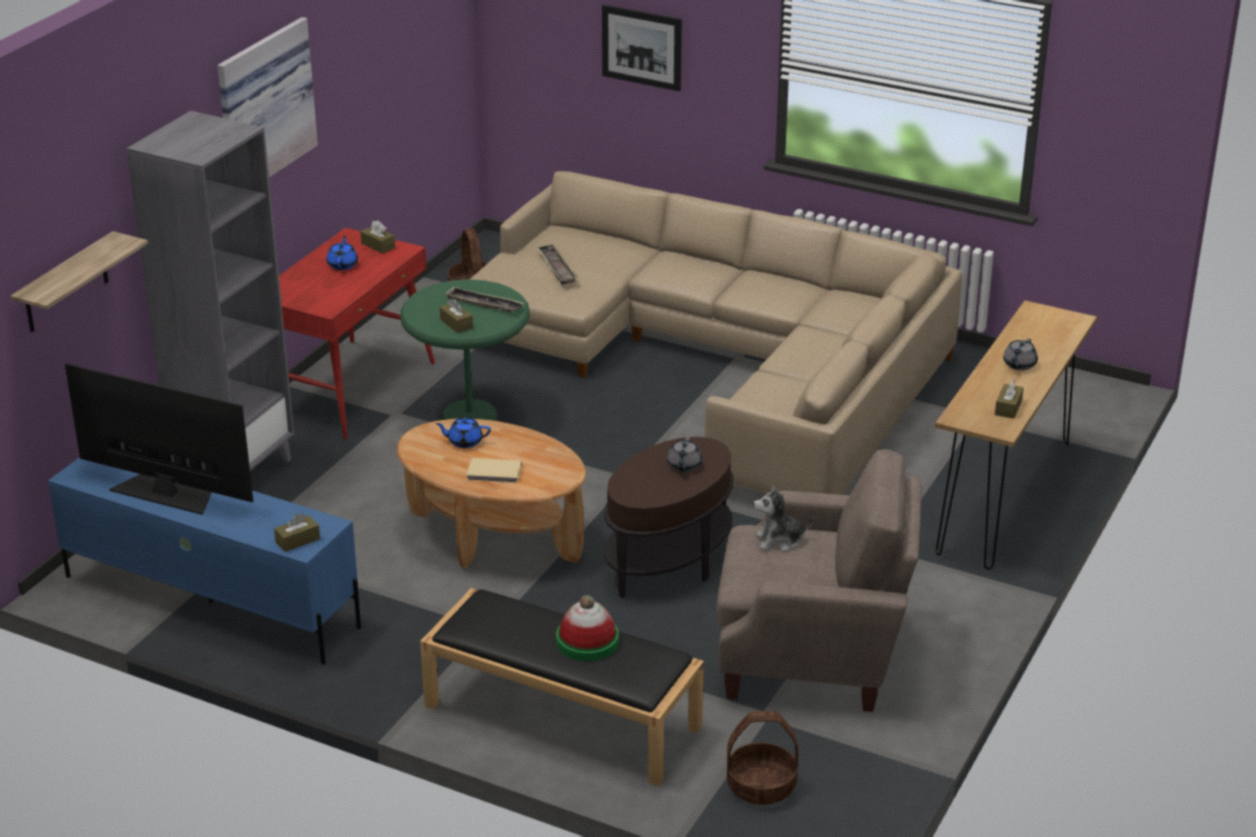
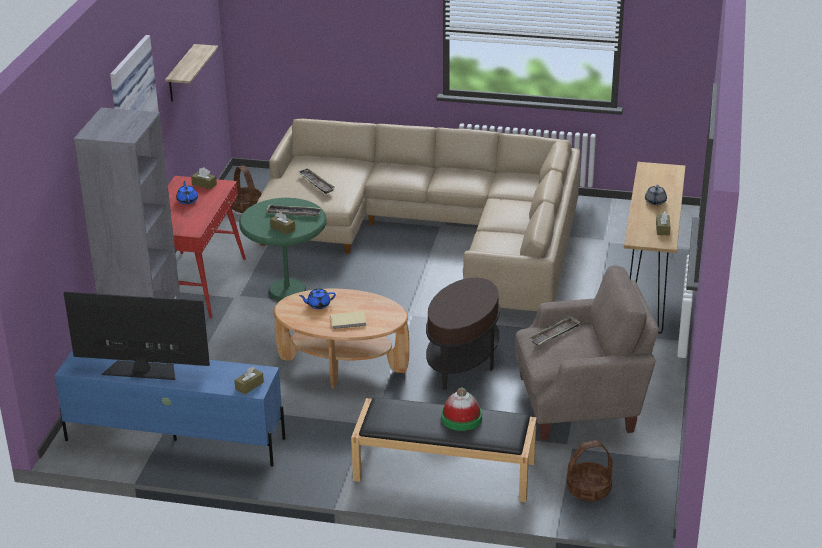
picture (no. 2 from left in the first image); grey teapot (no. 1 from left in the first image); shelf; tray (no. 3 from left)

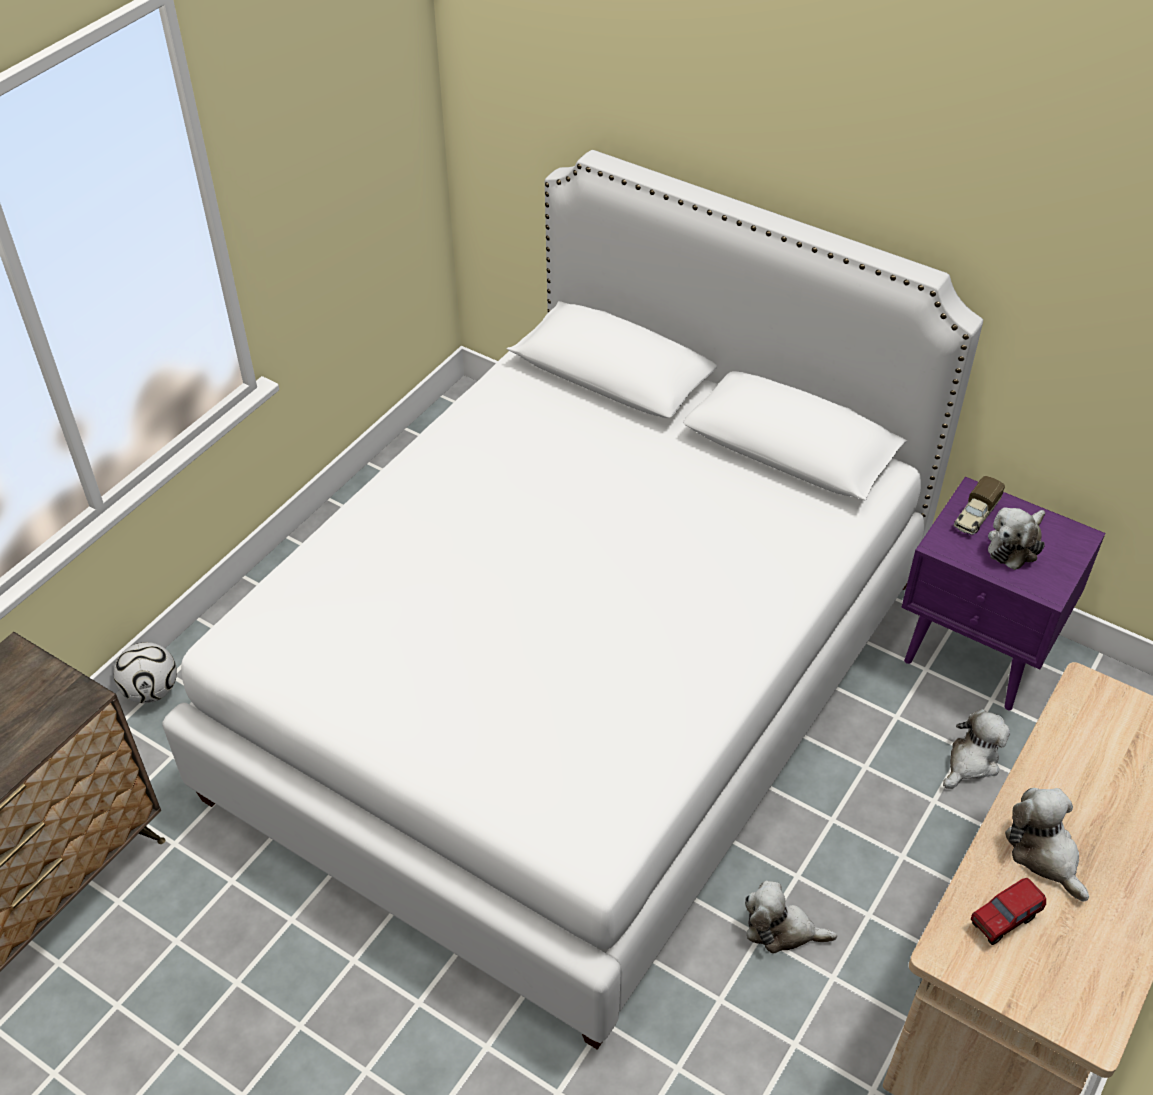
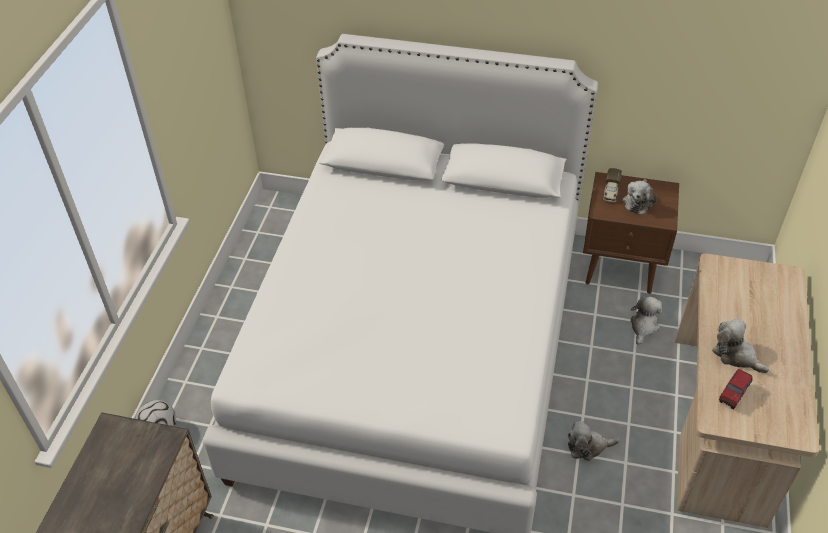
brown nightstand

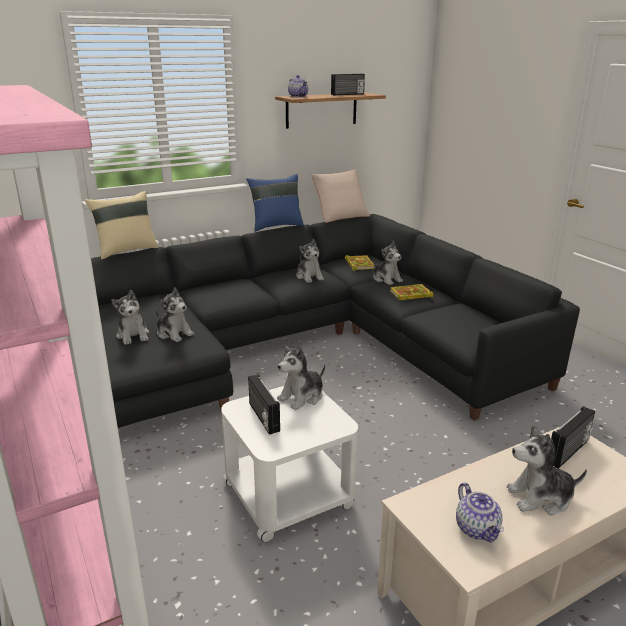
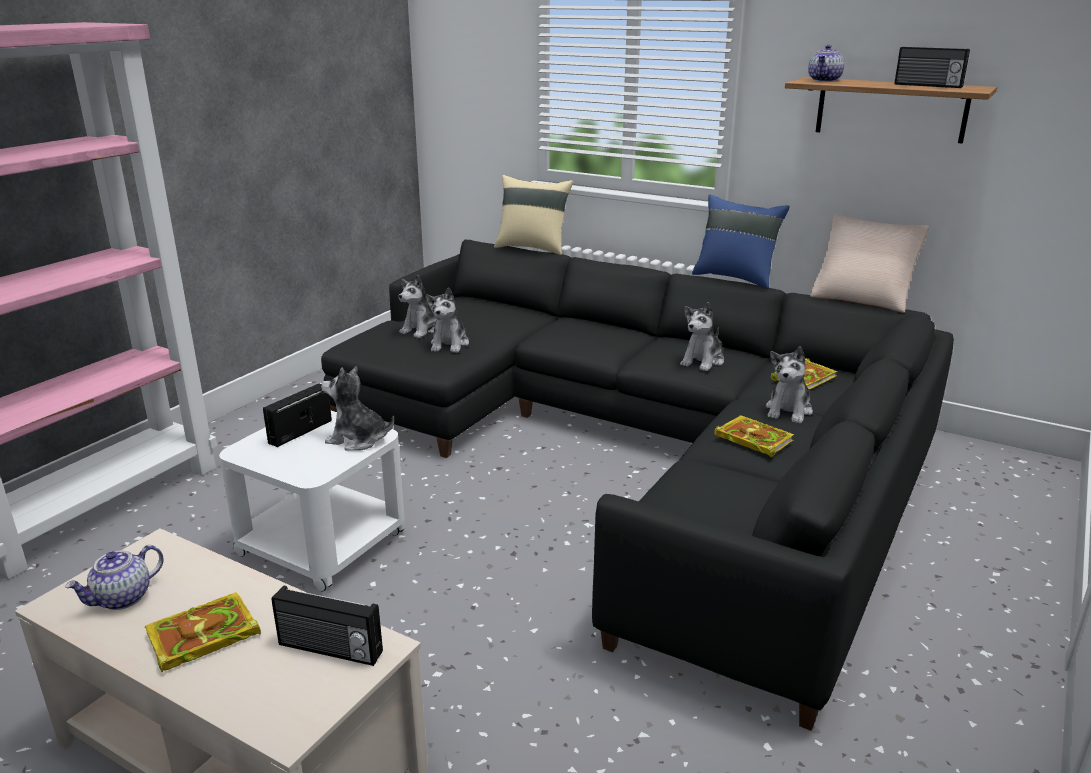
book (no. 1 from left)

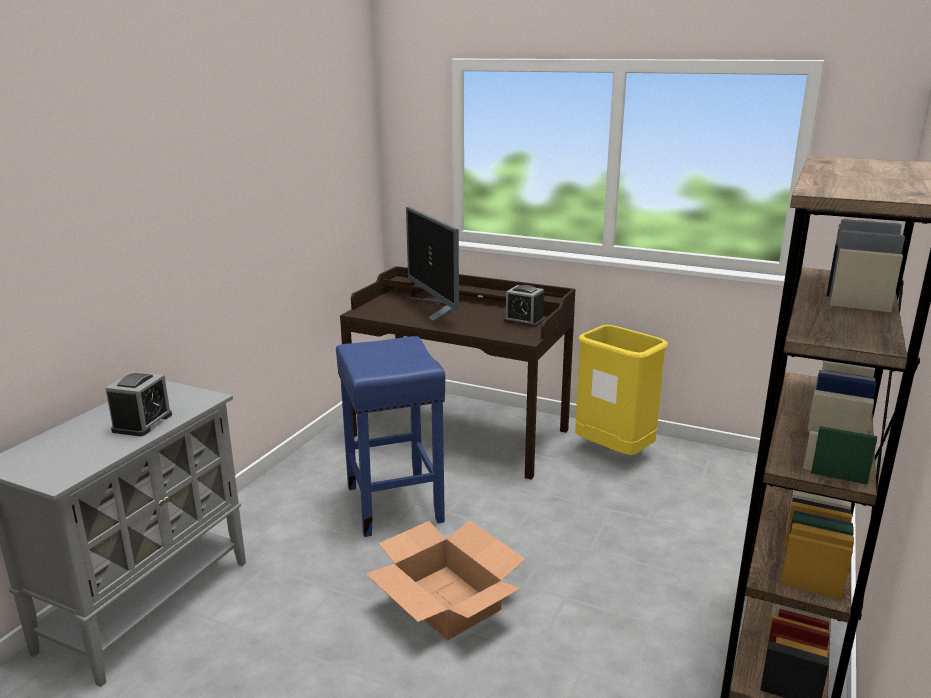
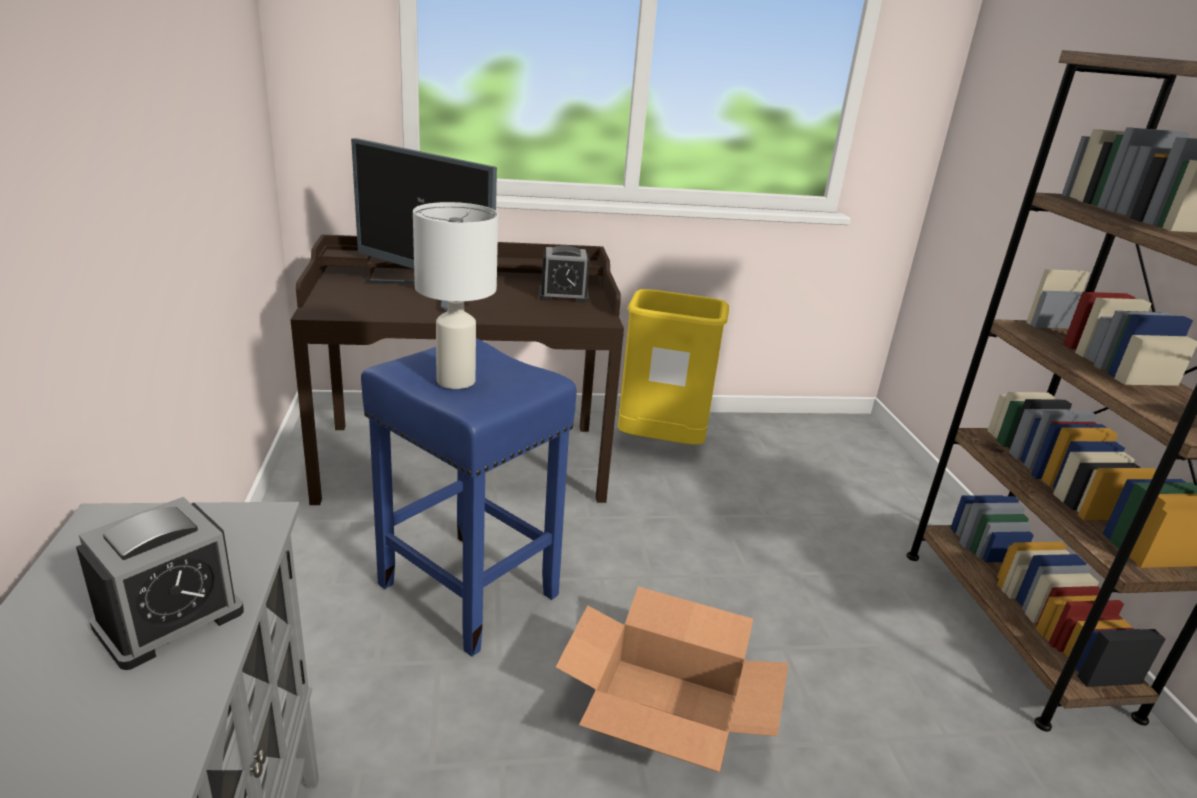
white table lamp; alarm clock (no. 1 from left)

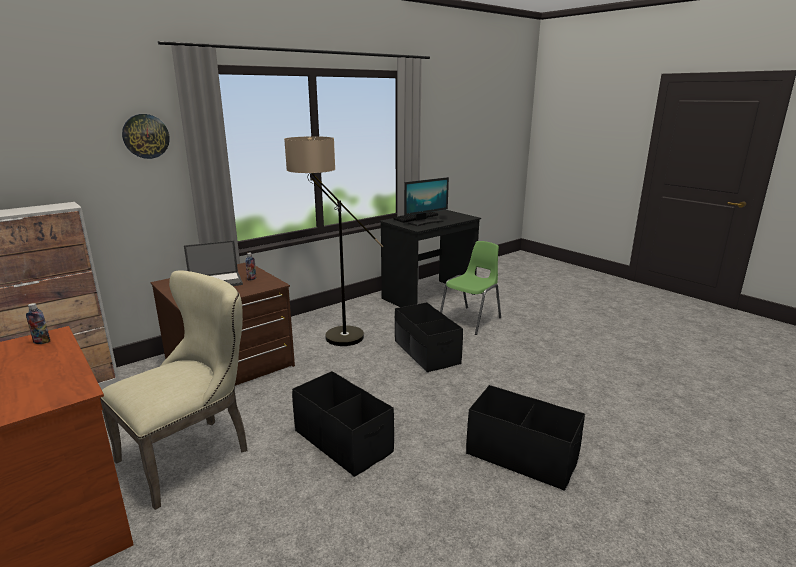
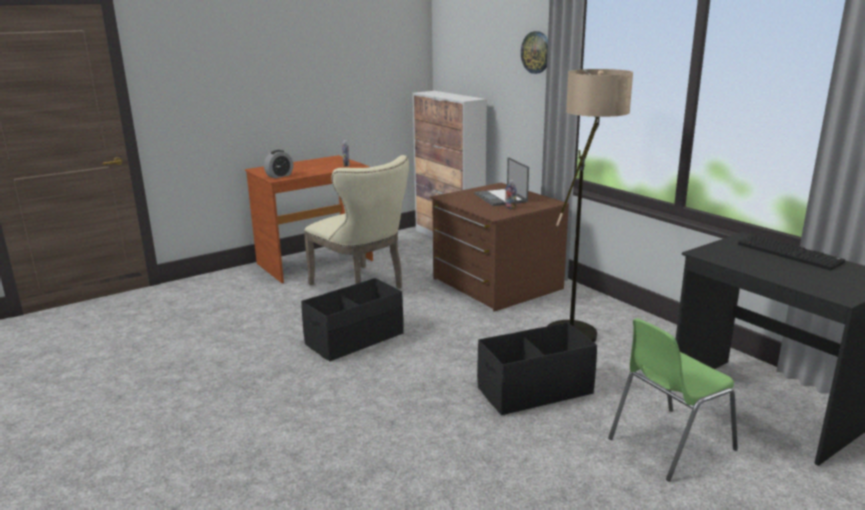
monitor; black storage box (no. 3 from left in the first image); alarm clock; green chair

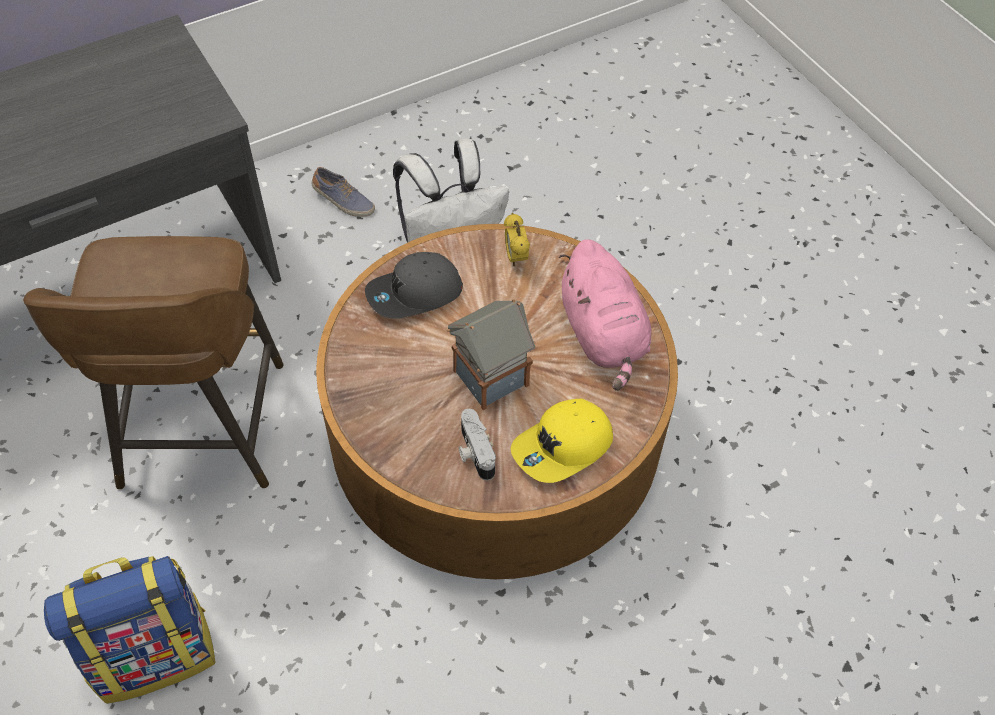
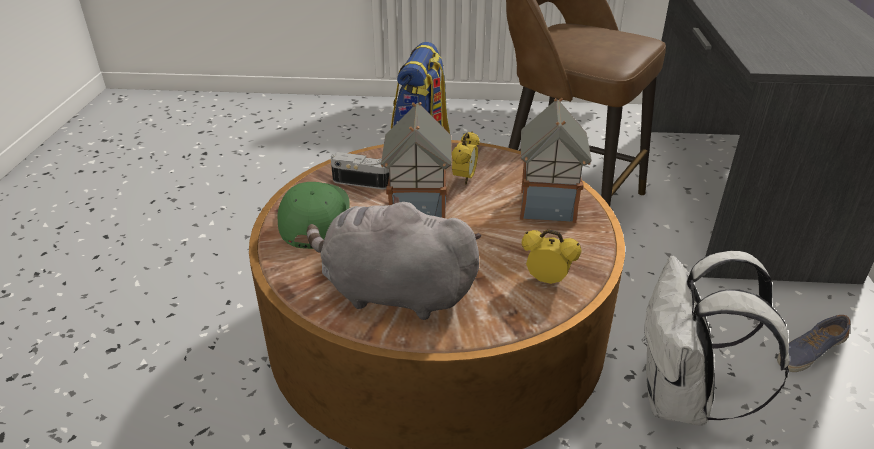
alarm clock (no. 1 from left); toy house (no. 2 from left); green cap; grey plush toy

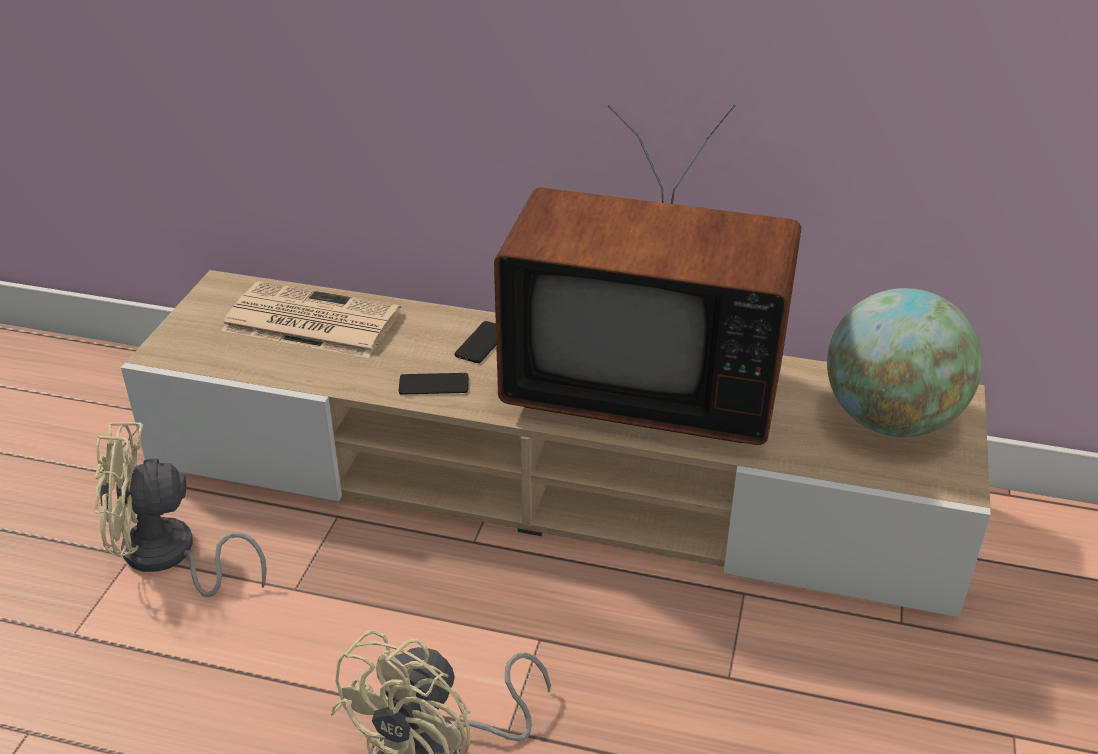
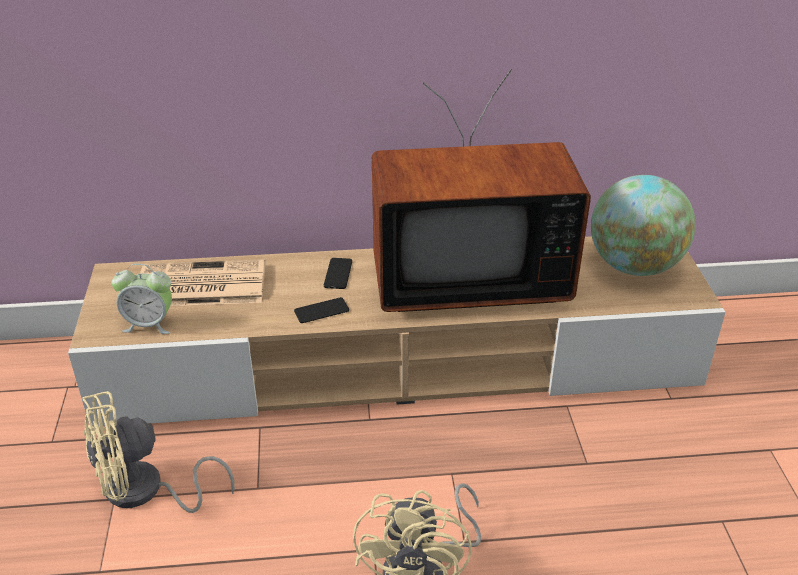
alarm clock

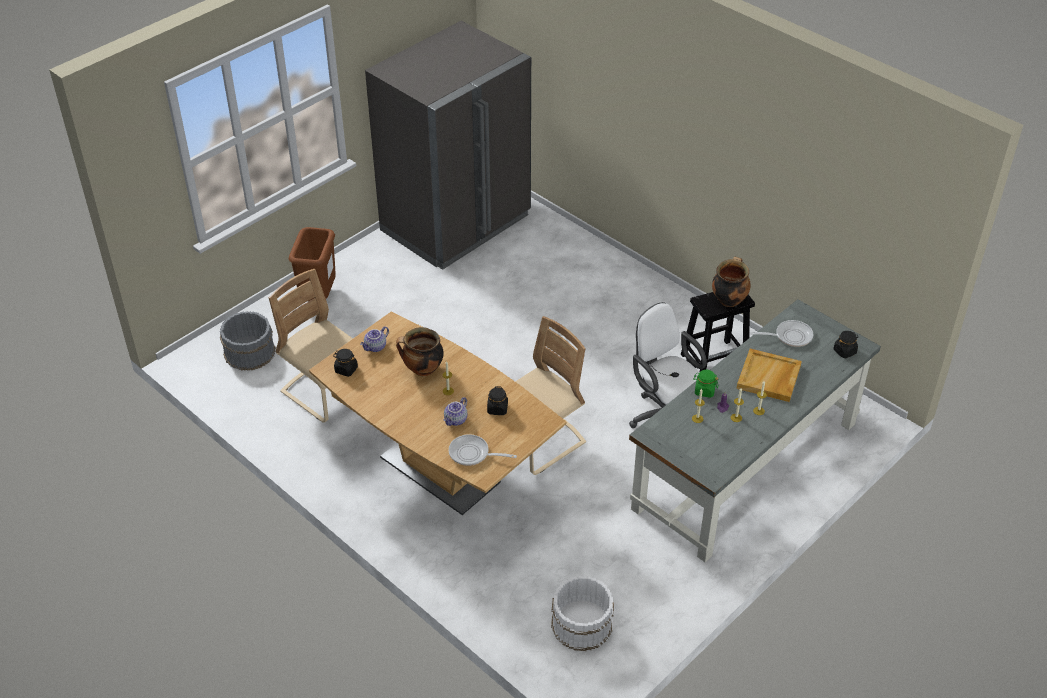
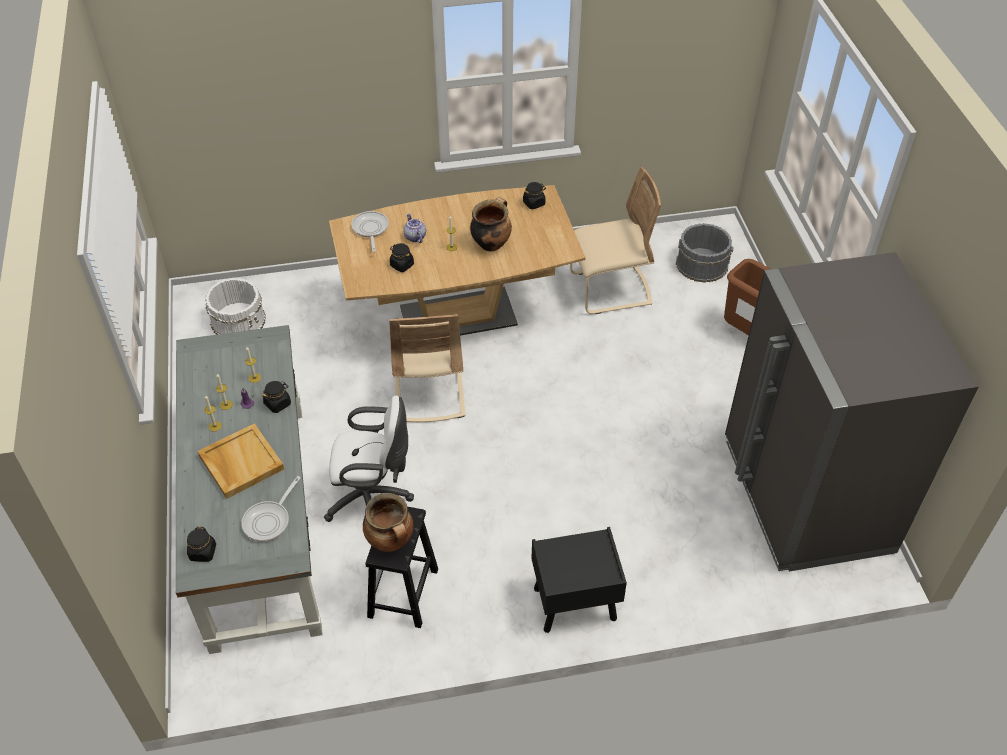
teapot (no. 1 from left in the first image); black nightstand; black jar (no. 2 from left); frying pan (no. 2 from left)

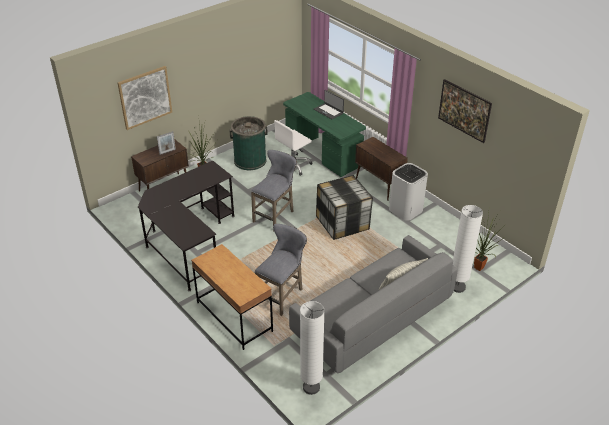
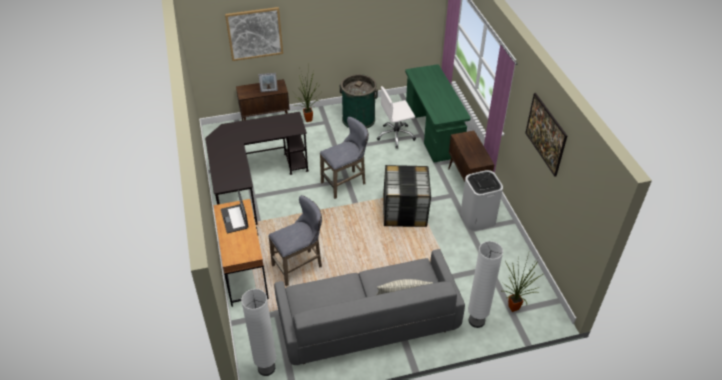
laptop

